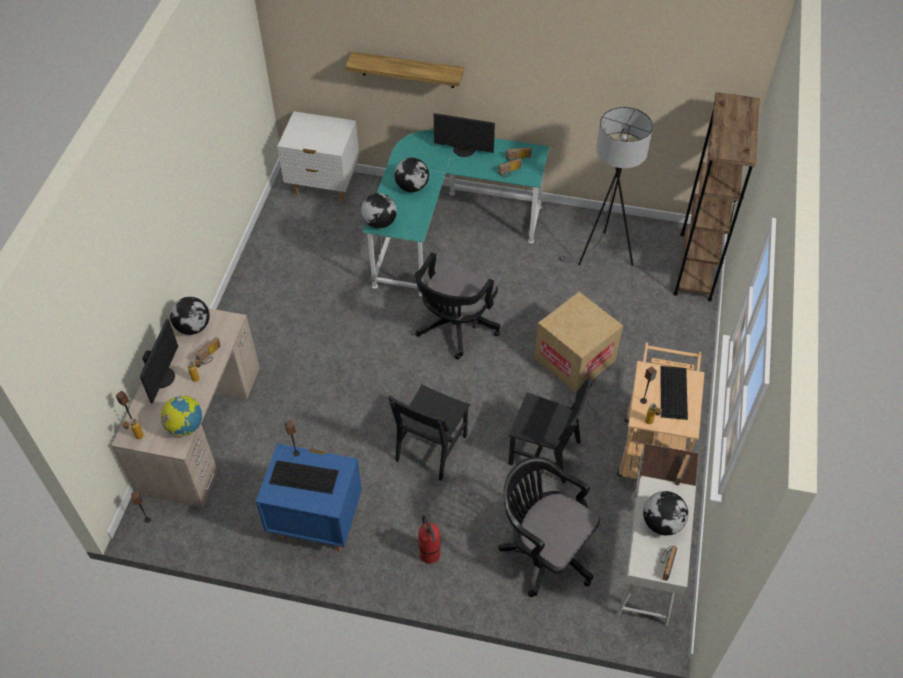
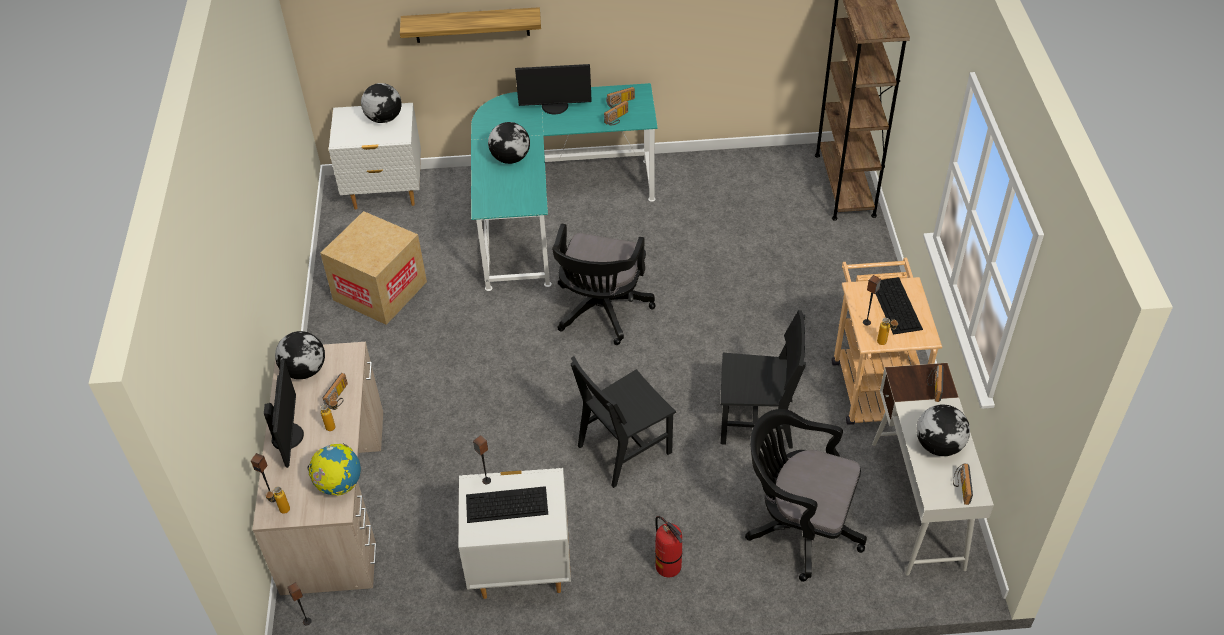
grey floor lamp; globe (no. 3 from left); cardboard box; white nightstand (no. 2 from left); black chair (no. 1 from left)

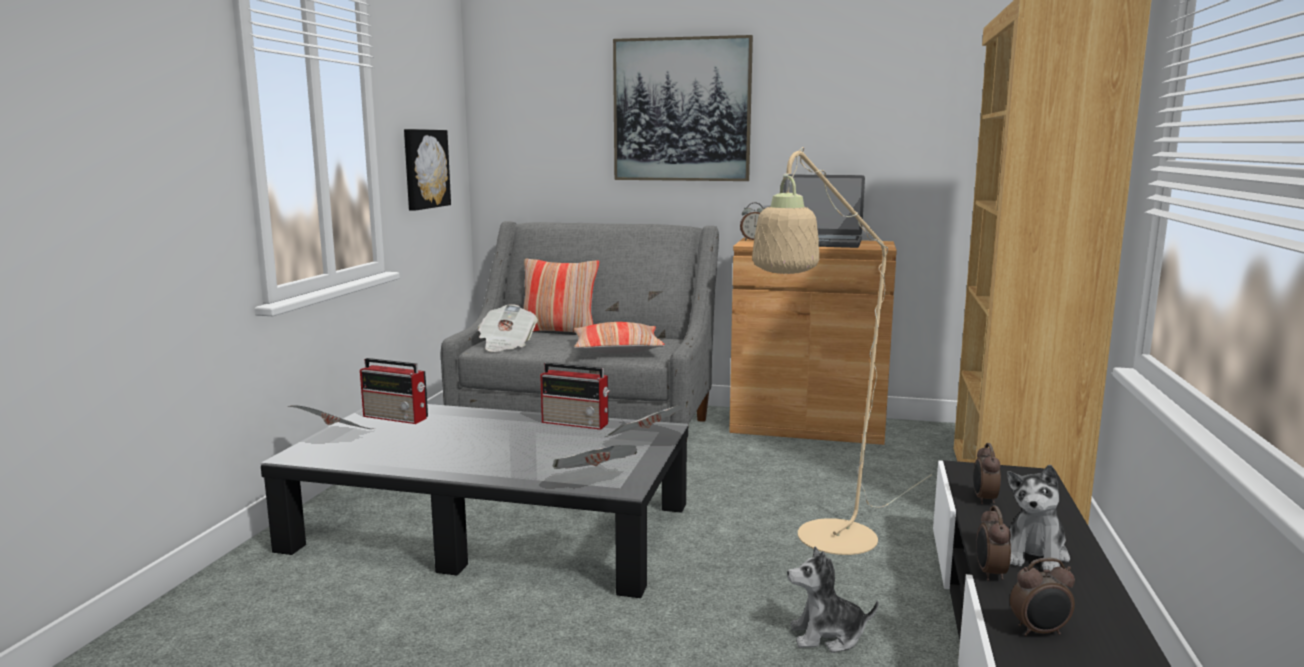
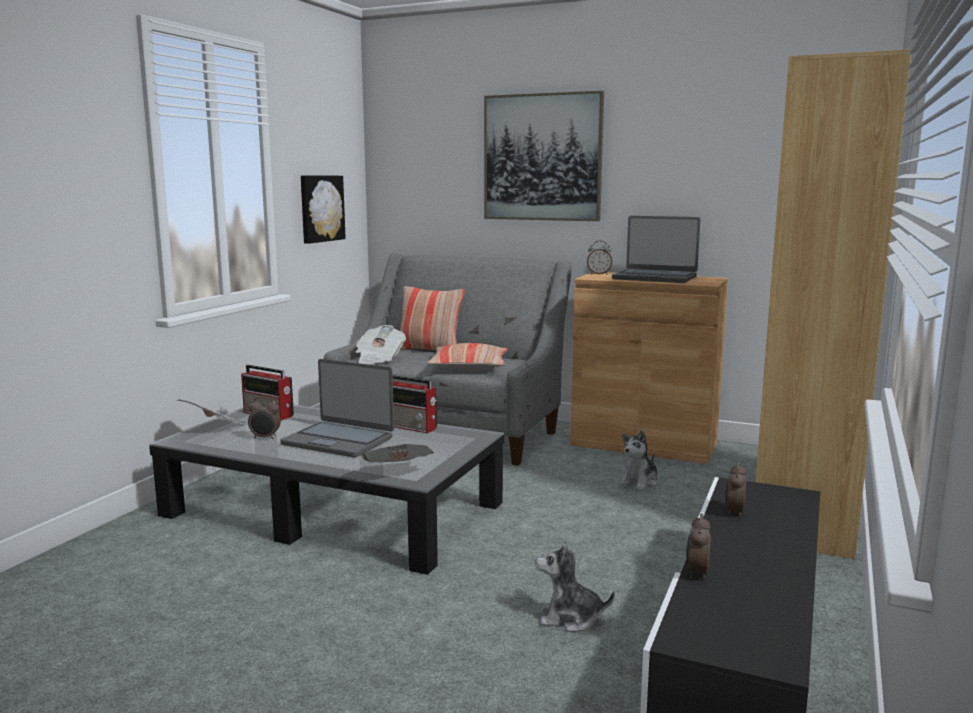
newspaper (no. 4 from left in the first image); beige floor lamp; laptop (no. 1 from left); plush toy (no. 2 from left); alarm clock (no. 1 from left)

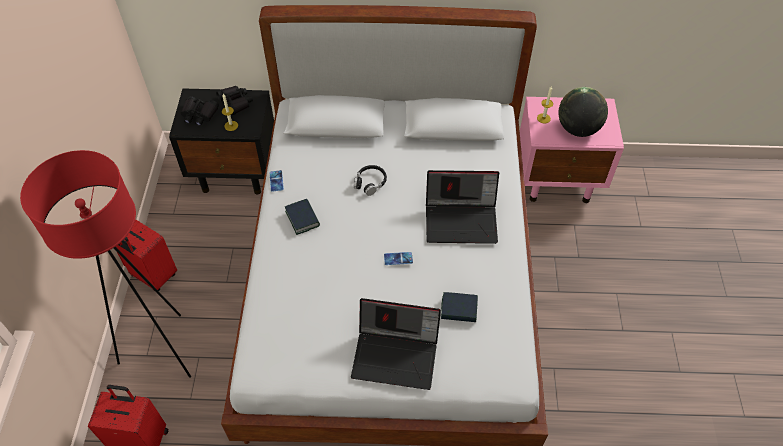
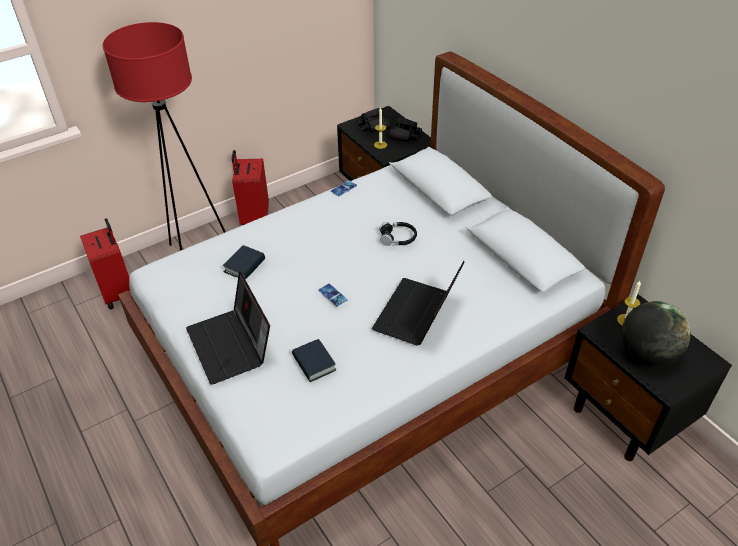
book (no. 1 from left); black nightstand (no. 2 from left); laptop (no. 2 from left)

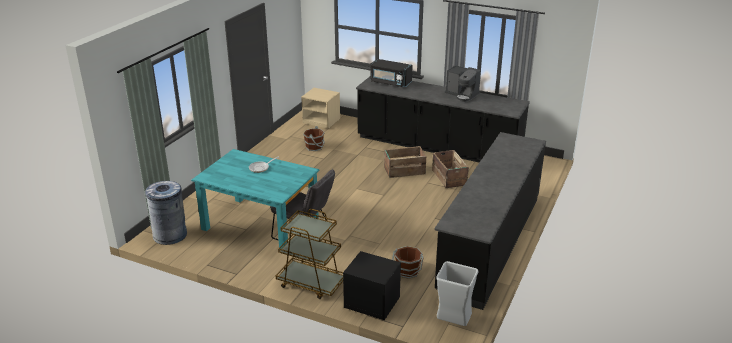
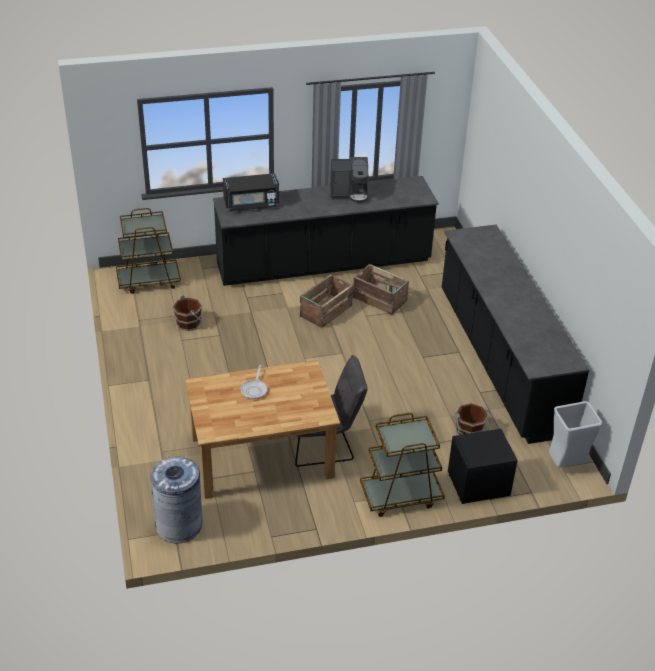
brown cart (no. 1 from left); brown dining table

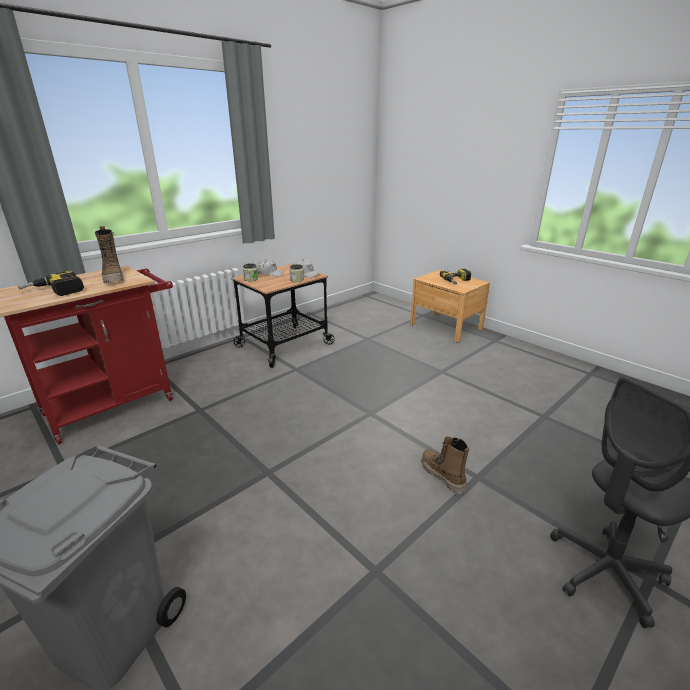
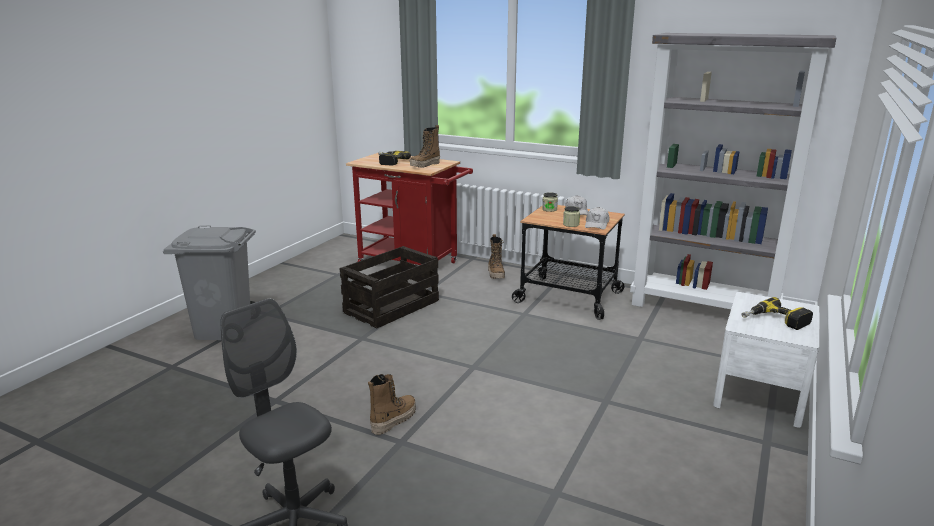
crate; boot (no. 3 from left); grey bookcase; white nightstand

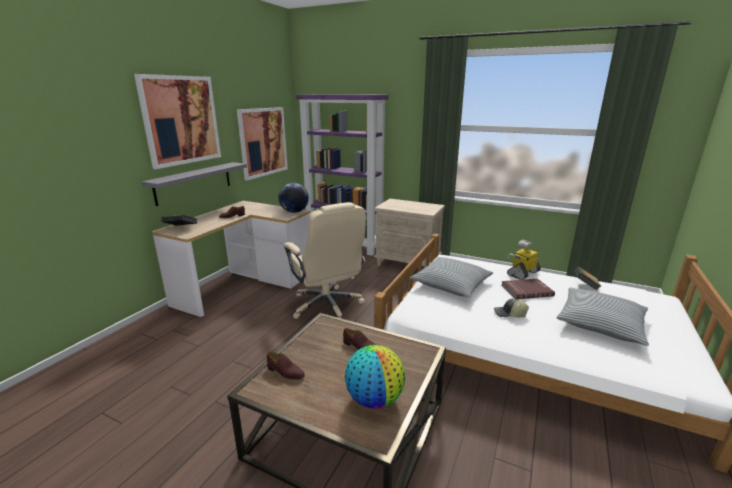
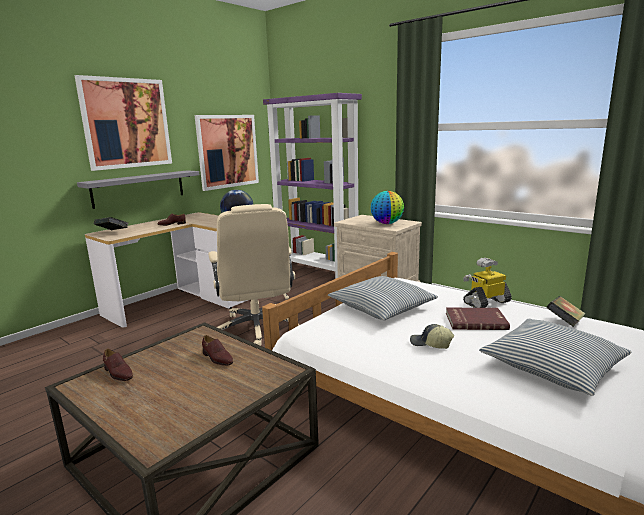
globe (no. 2 from left)

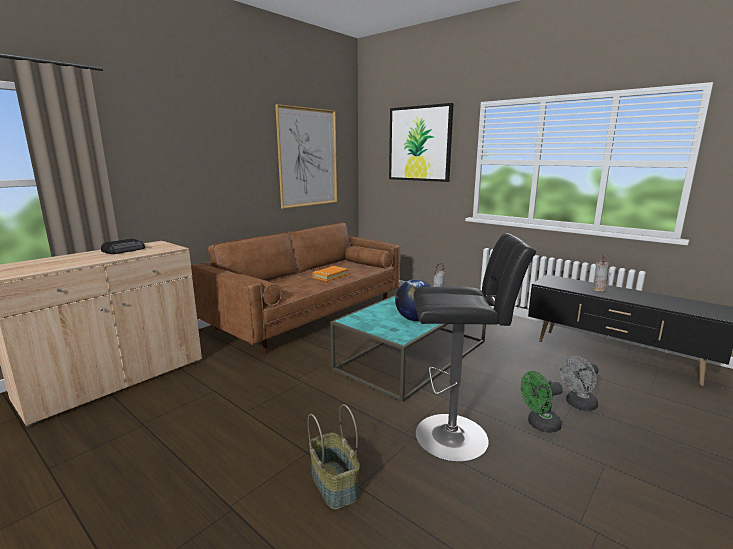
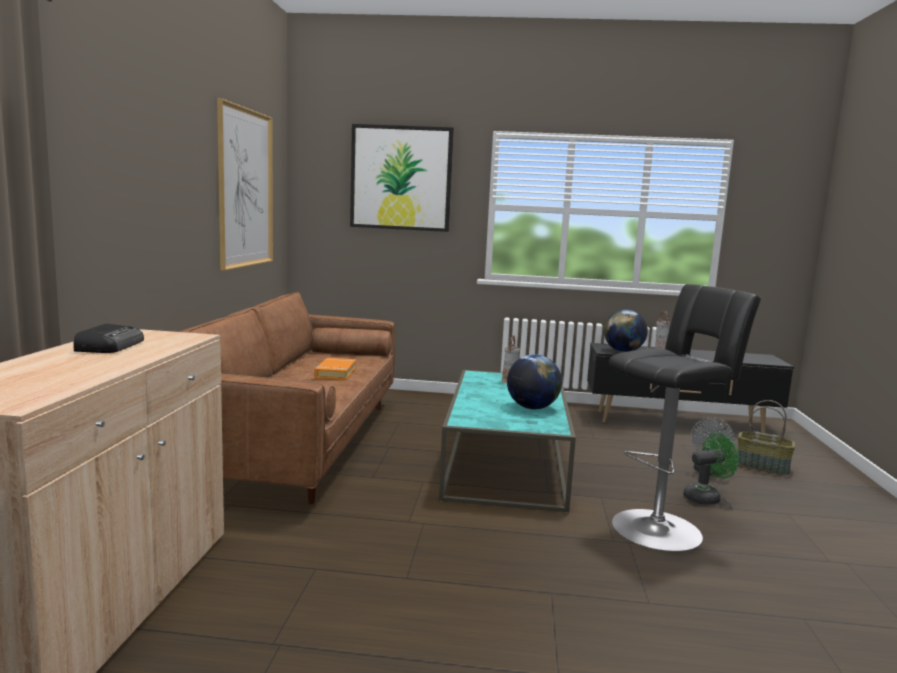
globe (no. 2 from left); basket; green fan

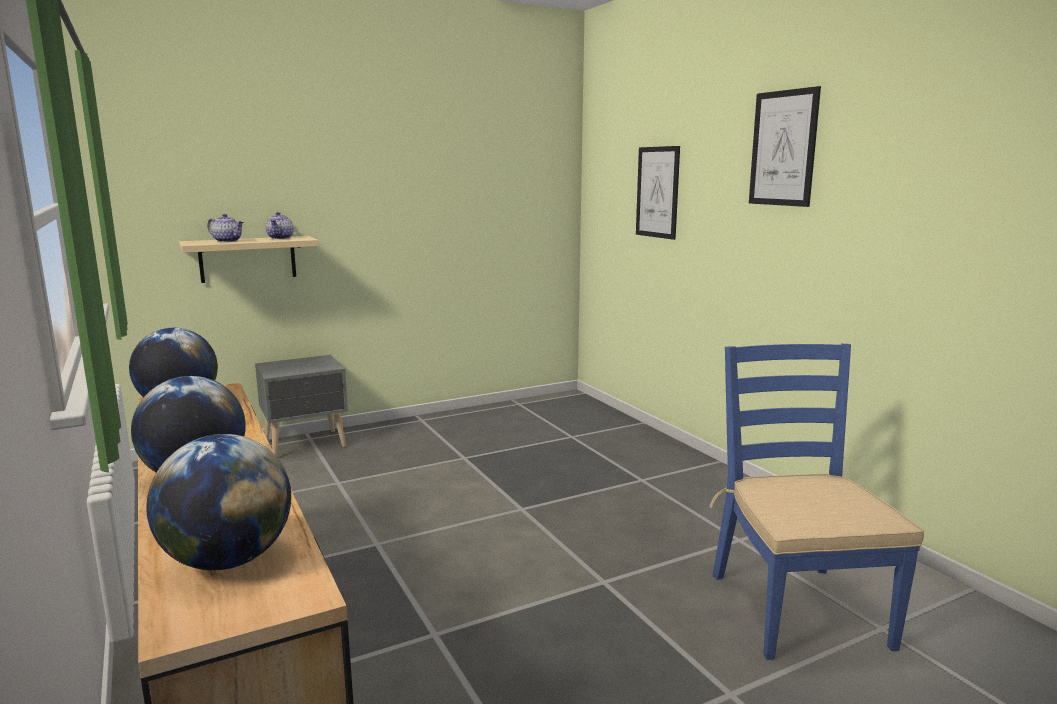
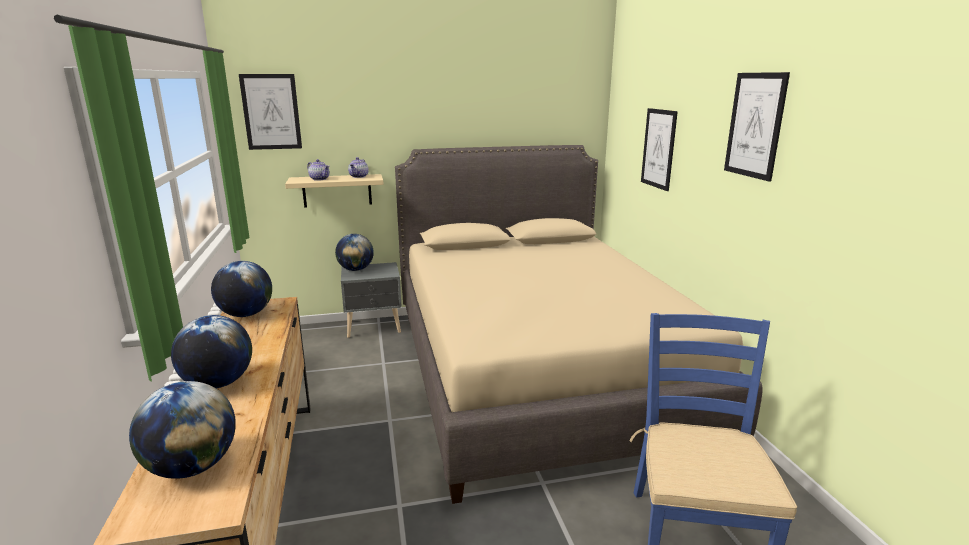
picture (no. 1 from left); globe (no. 4 from left); beige bed

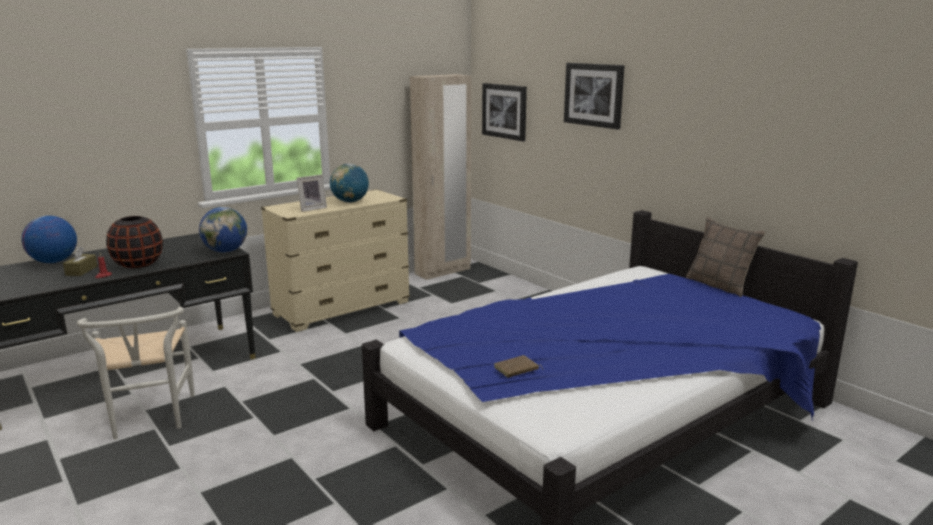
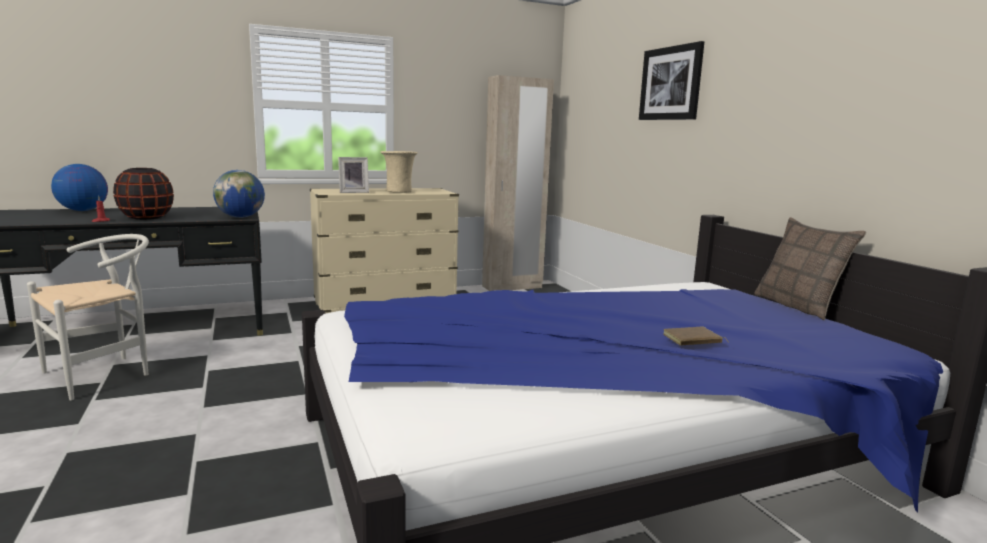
brown tissue box; picture (no. 1 from left in the first image); brown book; beige vase; white chair

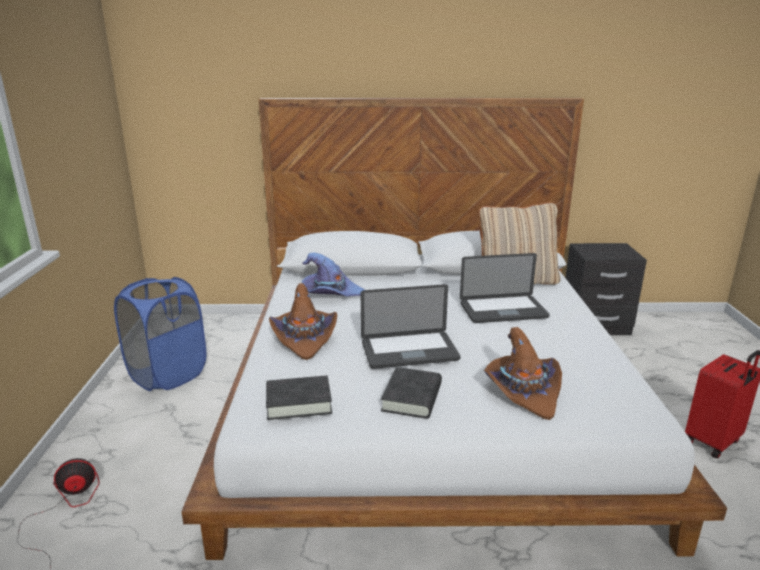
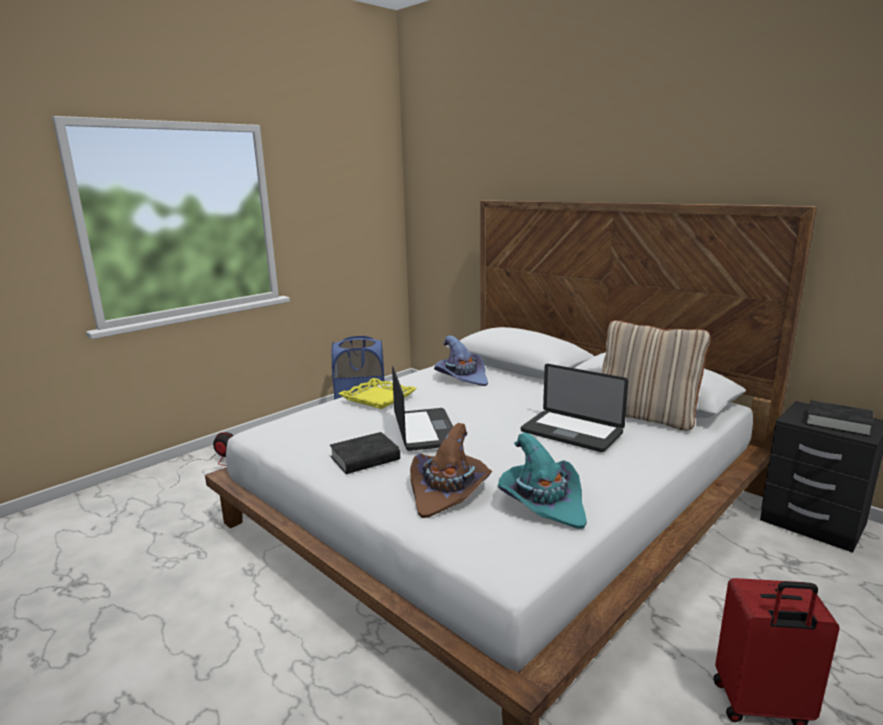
turquoise hat; black book (no. 2 from left); yellow tray; laptop (no. 1 from left)

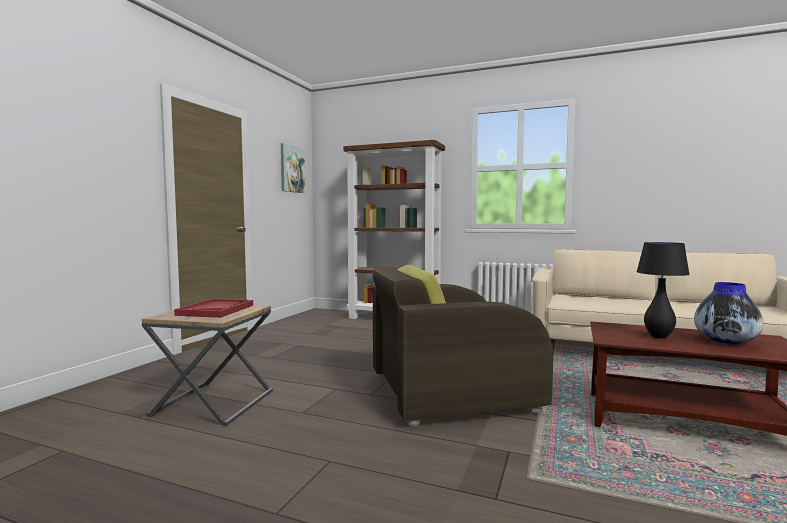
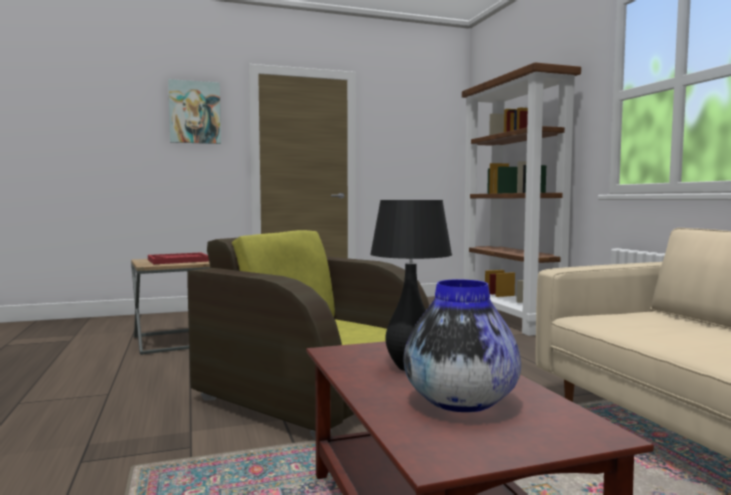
picture

